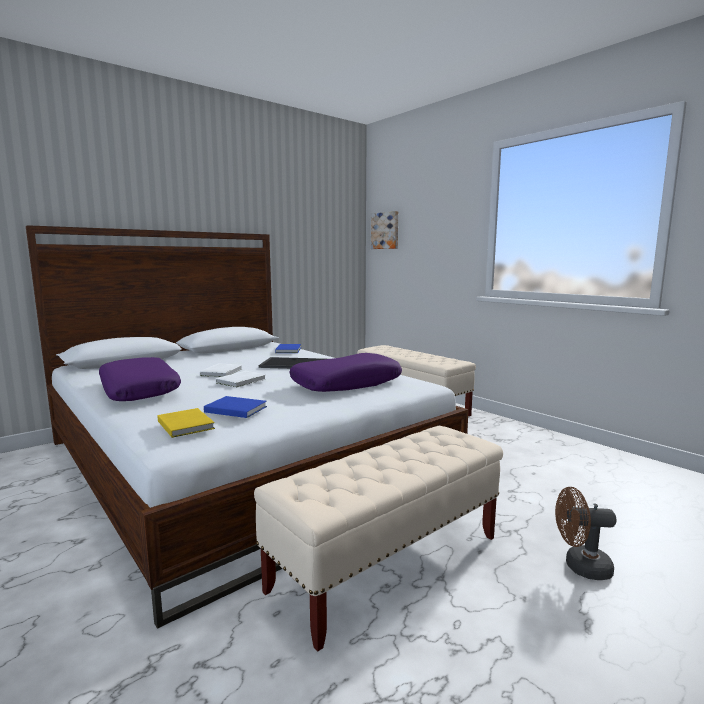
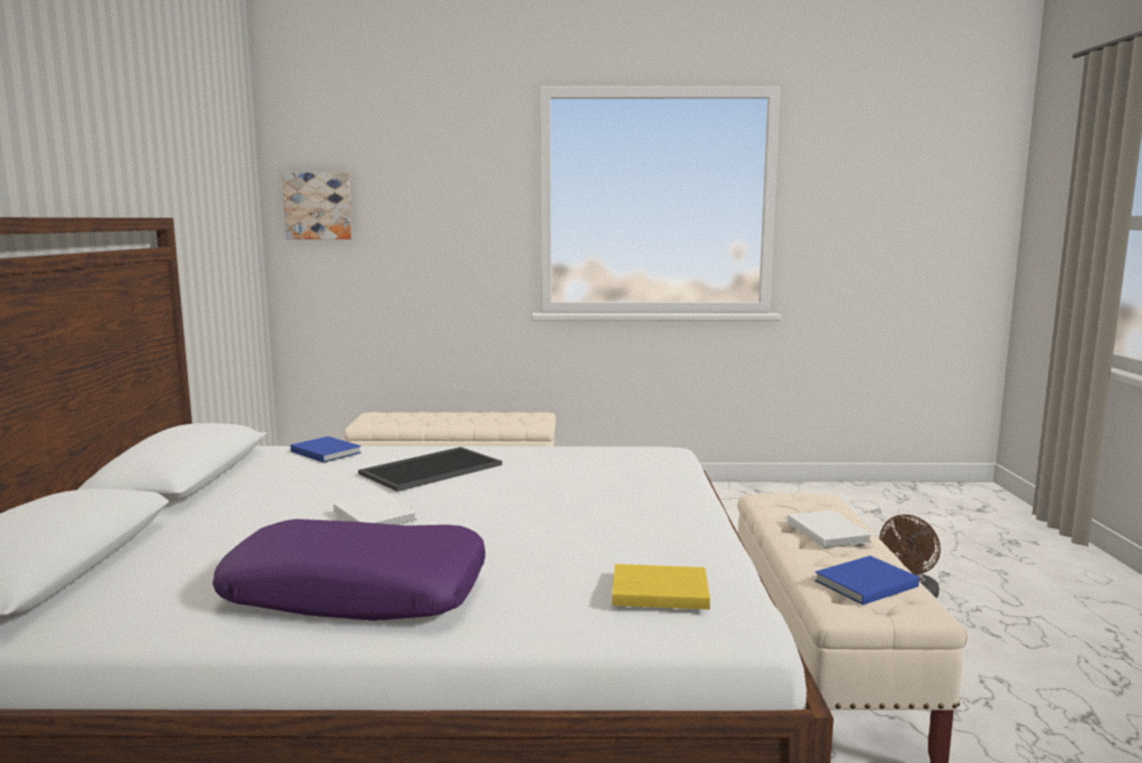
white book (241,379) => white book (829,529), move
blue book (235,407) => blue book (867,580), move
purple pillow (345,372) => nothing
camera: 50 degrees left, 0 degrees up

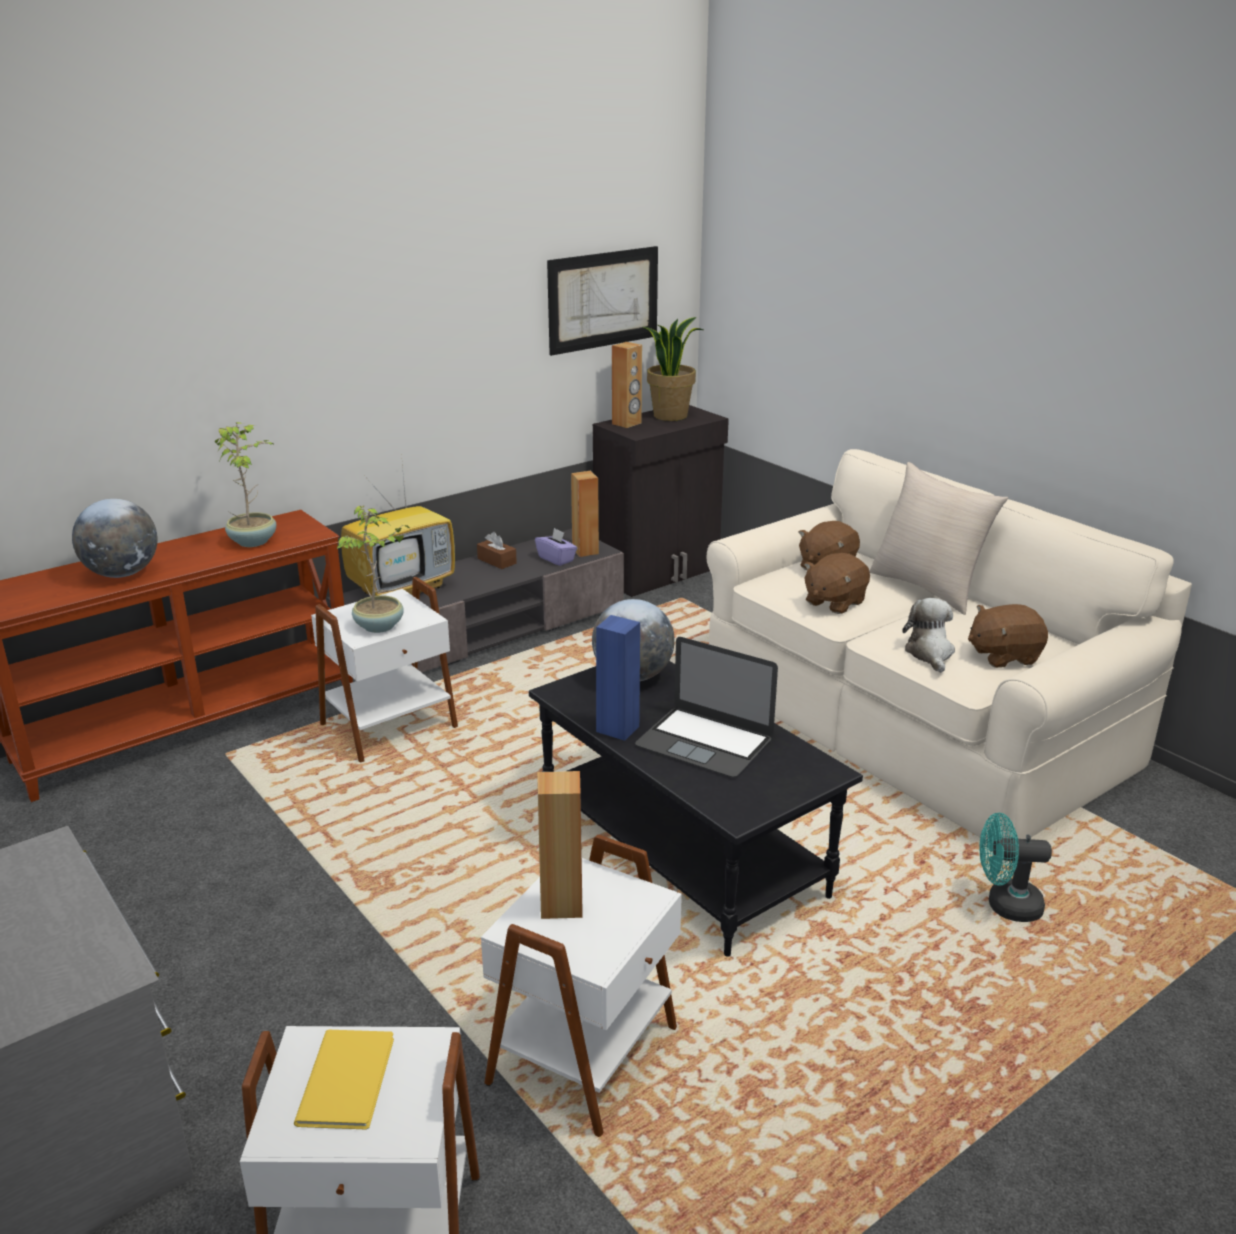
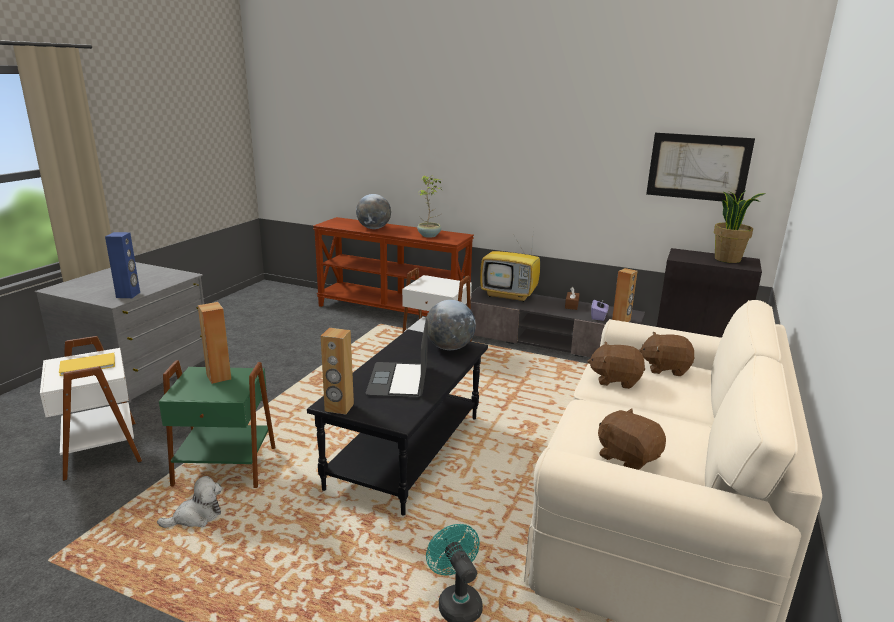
blue speaker (618,678) => blue speaker (122,265), move
plush toy (928,635) => plush toy (189,502), move
white side table (581,986) => green side table (217,424)
brown speaker (627,385) => brown speaker (337,371), move
potted plant (373,569) => nothing
beige pillow (938,538) => nothing
camera: 60 degrees right, 5 degrees down

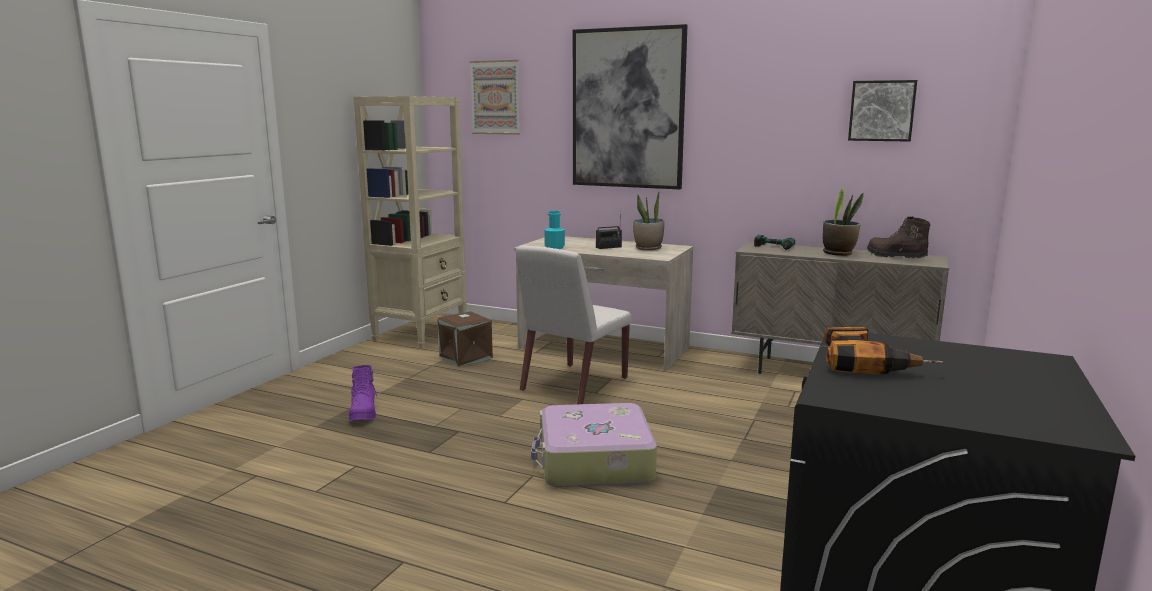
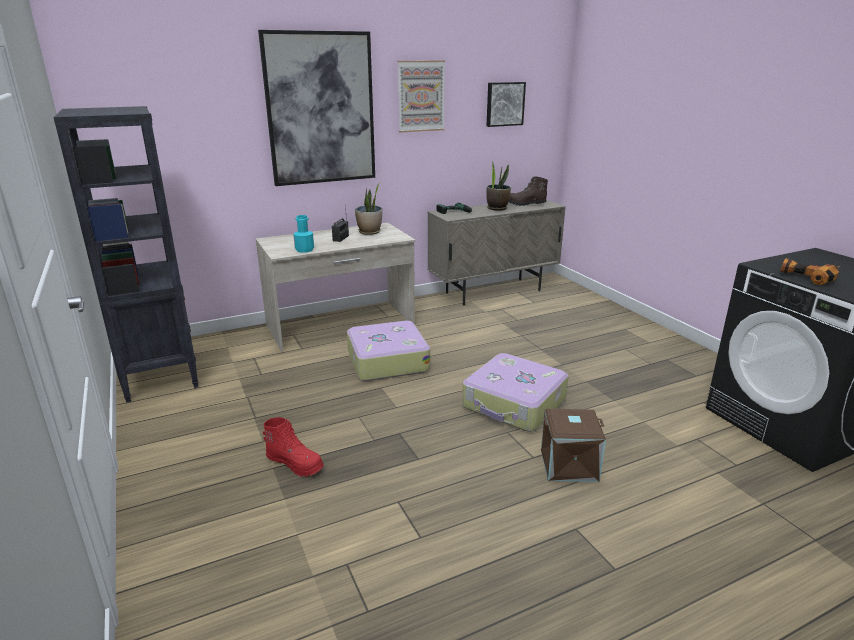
beige bookcase (410,222) => black bookcase (126,254)
purple boot (363,393) => red boot (293,447)
white chair (574,325) => suitcase (388,351)
picture (495,97) => picture (421,97), move
brown storage box (465,338) => brown storage box (573,445), move
camera: 50 degrees left, 10 degrees up

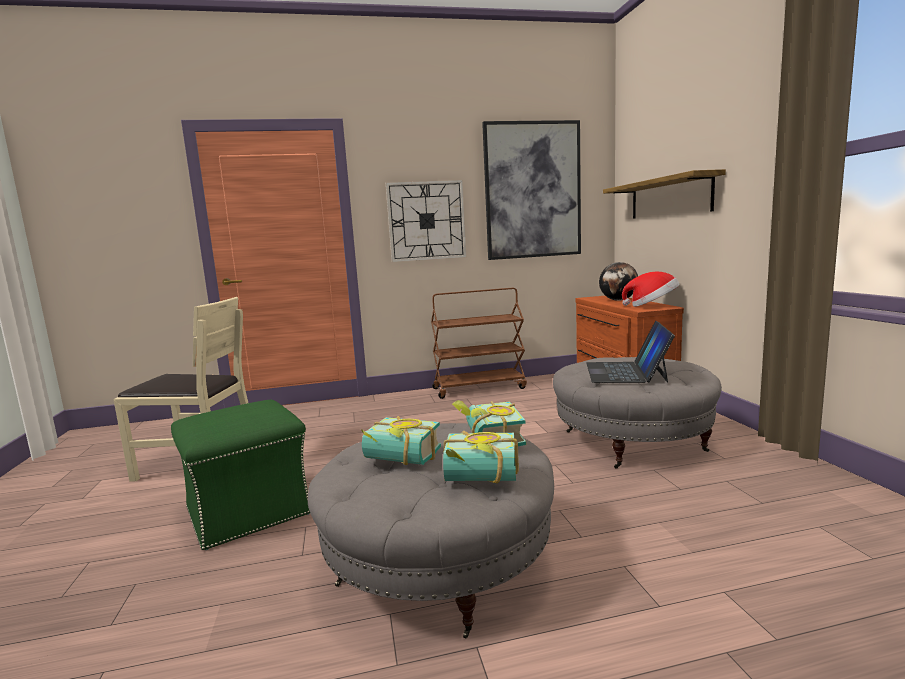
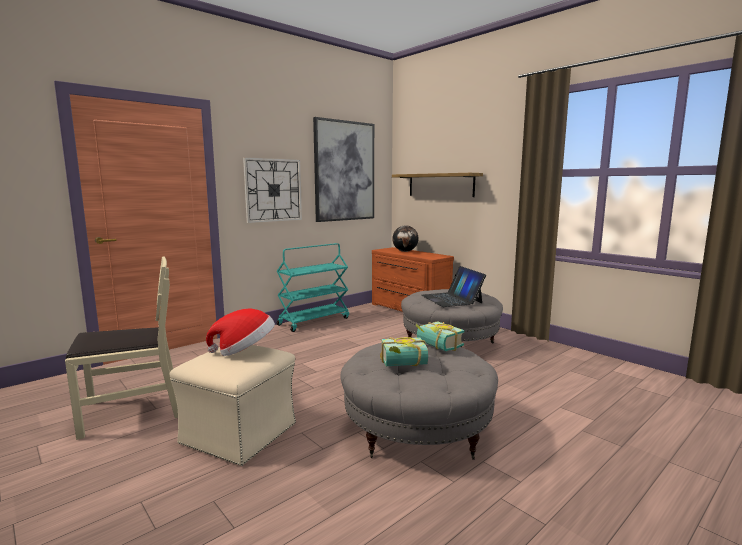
green ottoman (240,475) => beige ottoman (233,405)
hat (650,289) => hat (240,332), move
brown cart (479,343) => turquoise cart (313,287)
book (481,457) => nothing
camera: 30 degrees left, 0 degrees up

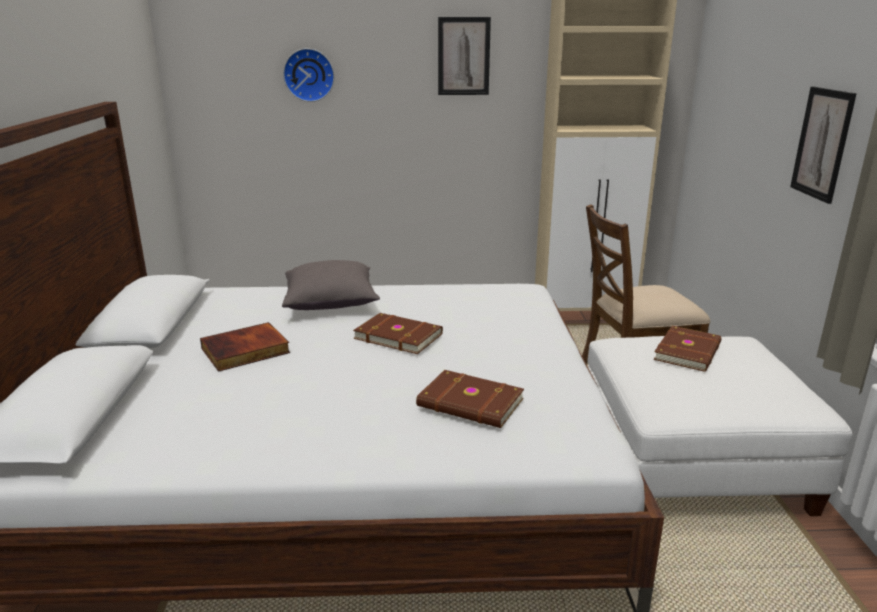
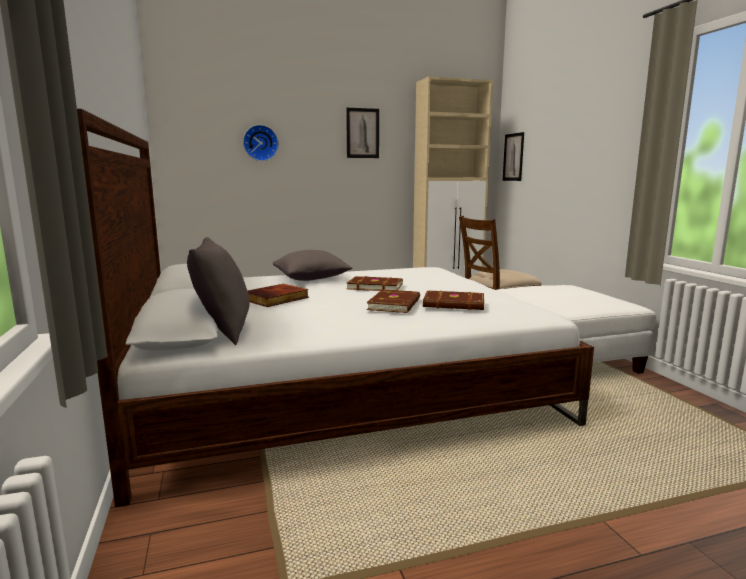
nothing => grey pillow (218,291)
brown book (687,349) => brown book (393,301), move
picture (823,145) => picture (513,156), move
camera: 15 degrees left, 10 degrees down

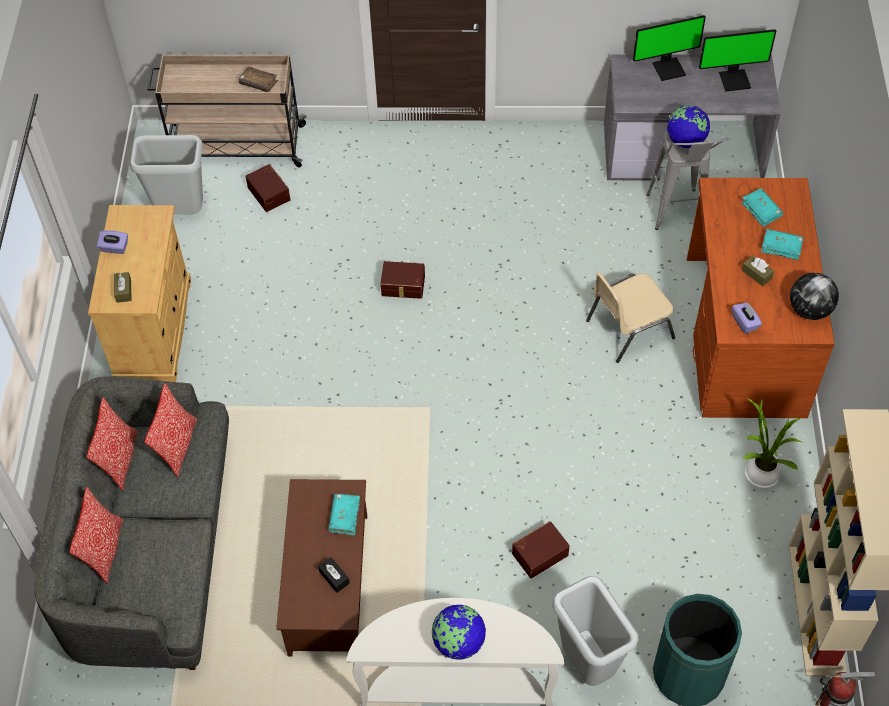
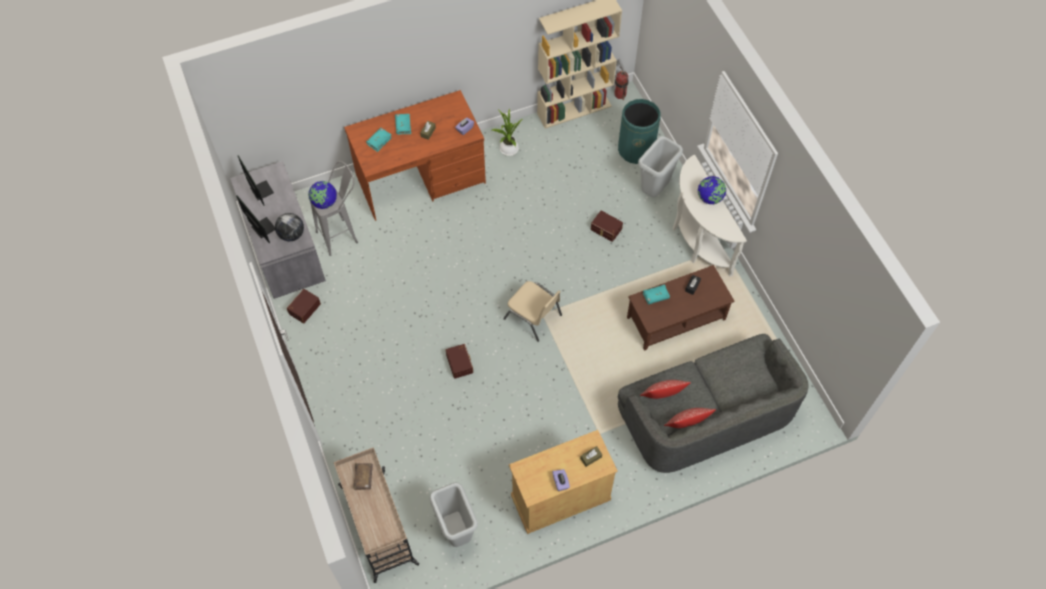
globe (814,296) => globe (289,227), move
brown storage box (268,188) => brown storage box (304,306), move
beige chair (630,317) => beige chair (533,311), move
pillow (96,535) => nothing
camera: 115 degrees left, 5 degrees up

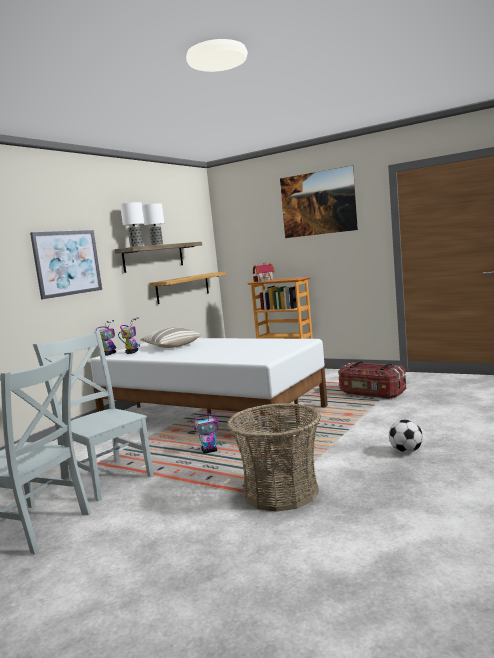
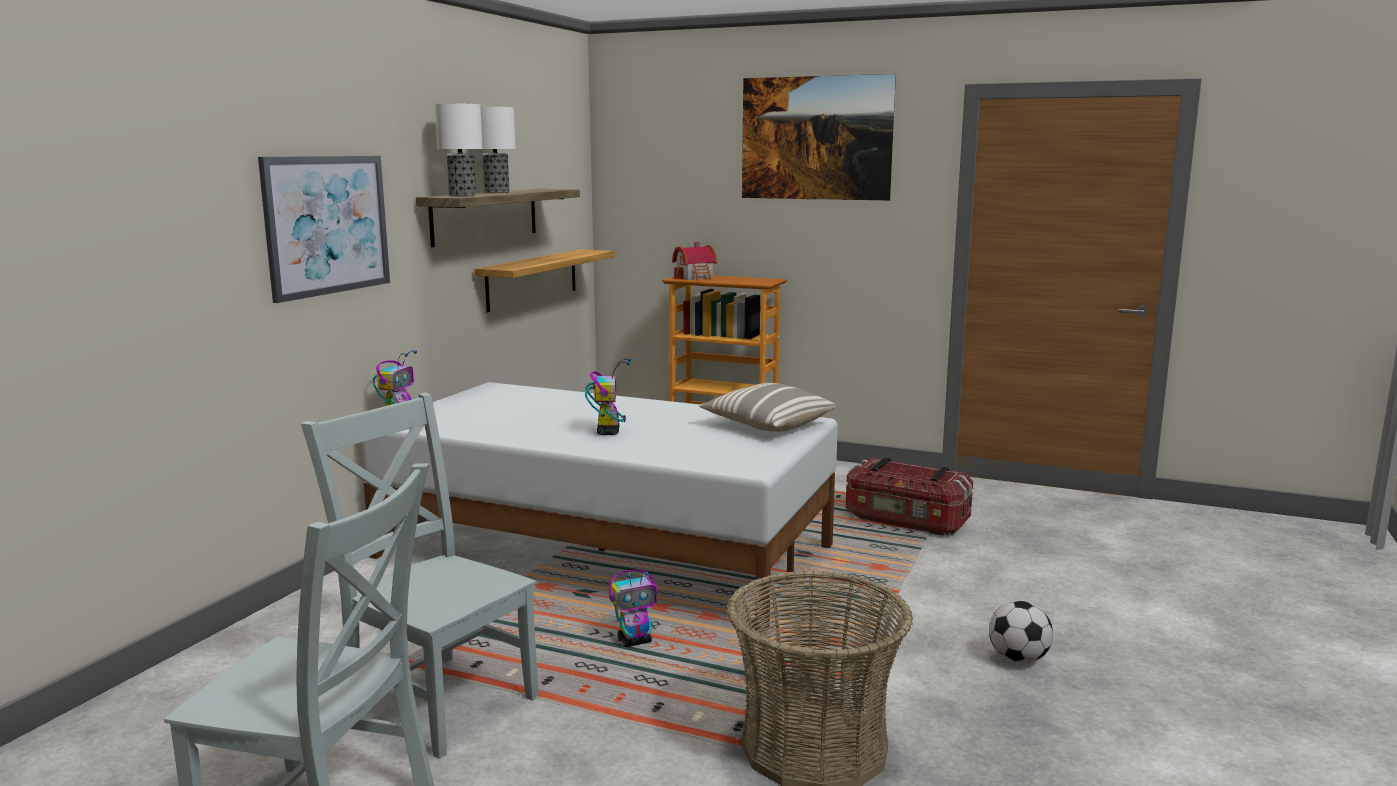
toy robot (129,336) => toy robot (608,396), move
pillow (171,337) => pillow (767,407), move
camera: 10 degrees left, 5 degrees up

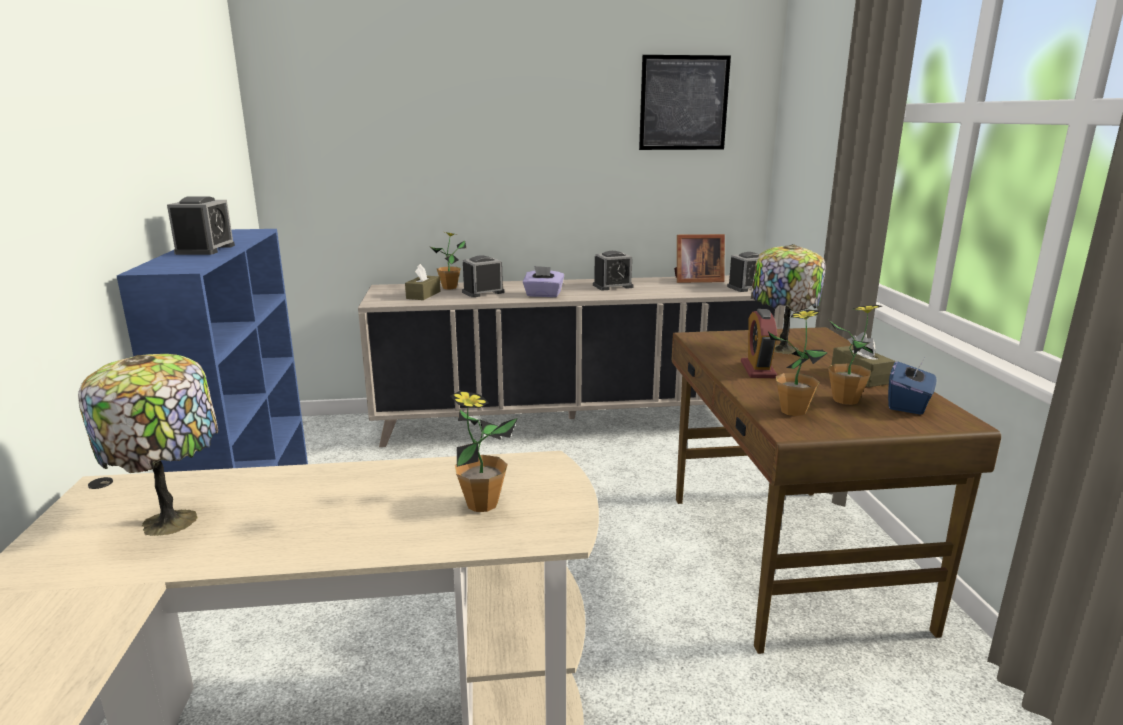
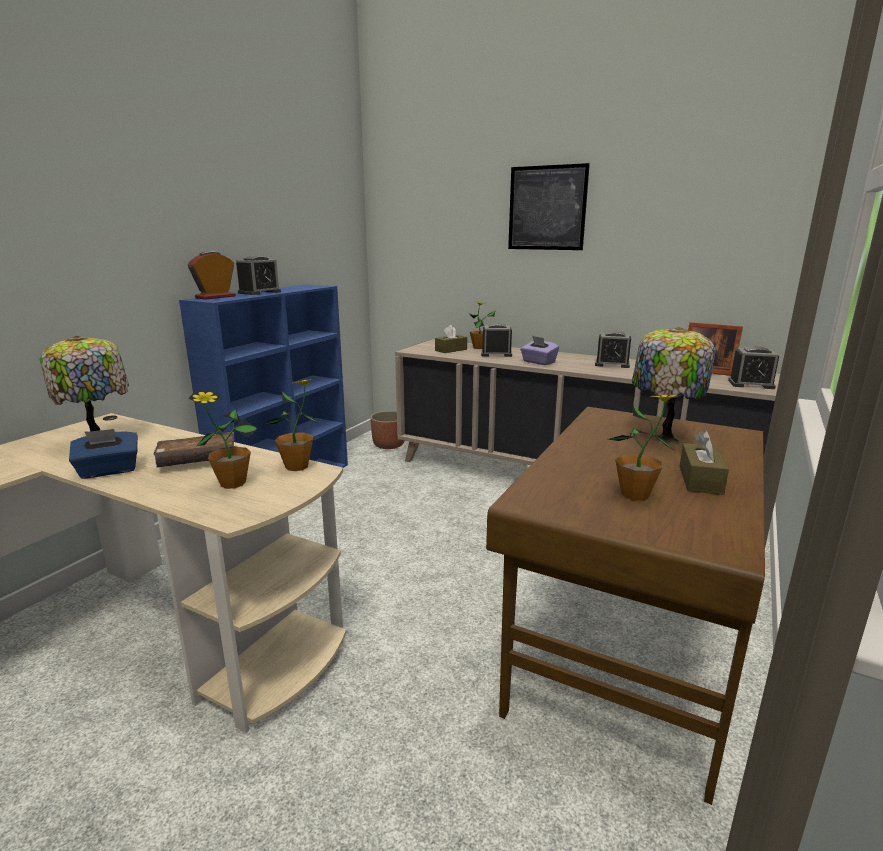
blue tissue box (912,387) => blue tissue box (103,454), move
nothing => brown book (195,450)
alarm clock (759,343) => alarm clock (212,275), move
potted plant (798,362) => potted plant (292,424), move
nothing => planter (387,430)
picture (685,102) => picture (549,206), move
camera: 35 degrees right, 0 degrees up

